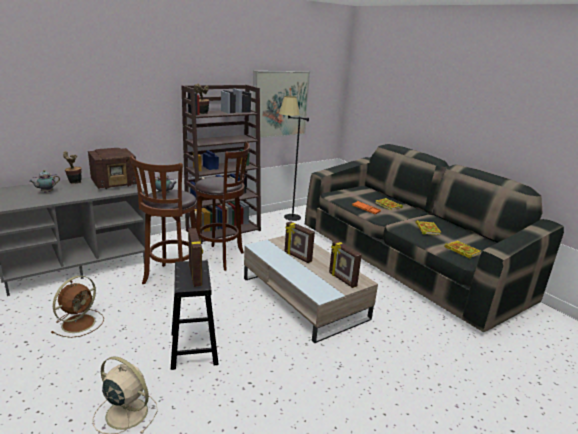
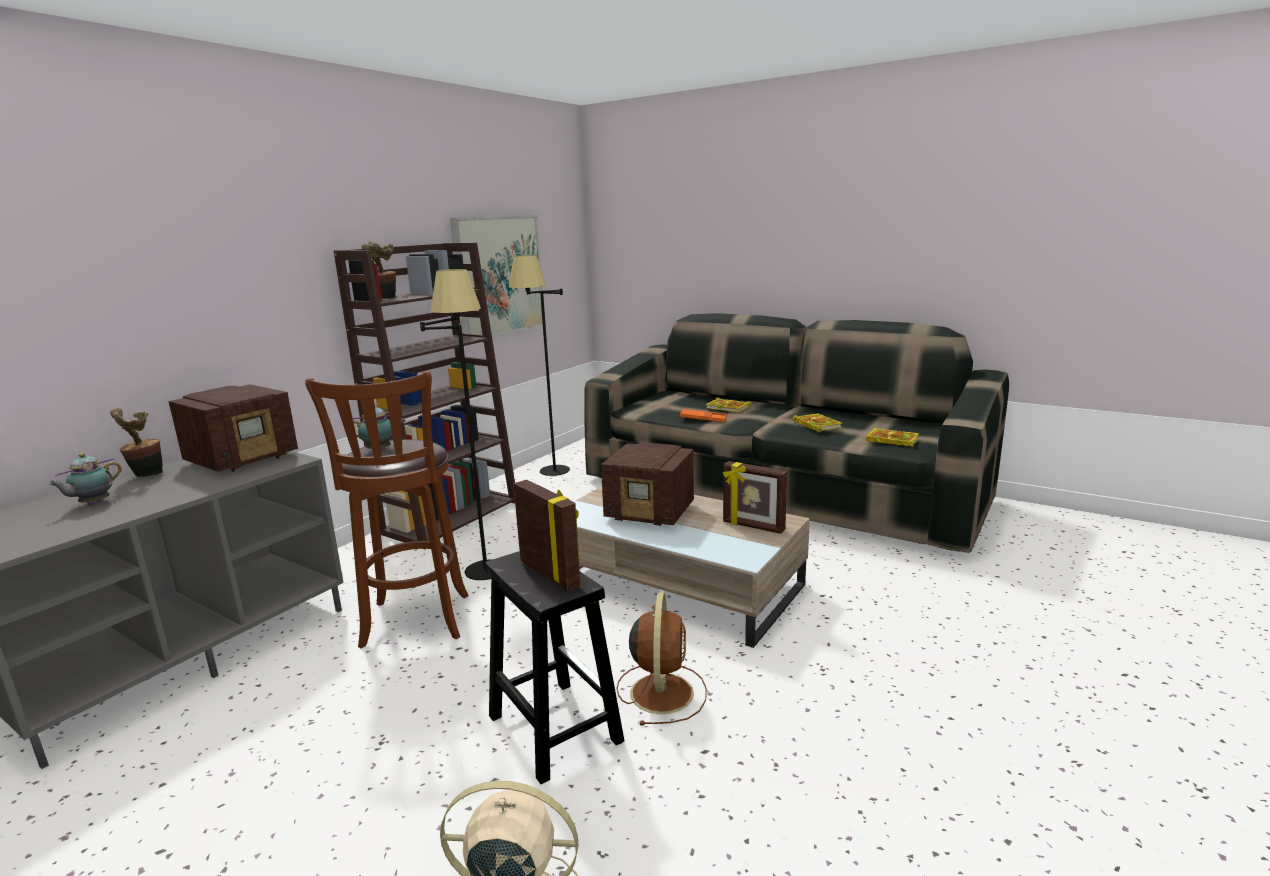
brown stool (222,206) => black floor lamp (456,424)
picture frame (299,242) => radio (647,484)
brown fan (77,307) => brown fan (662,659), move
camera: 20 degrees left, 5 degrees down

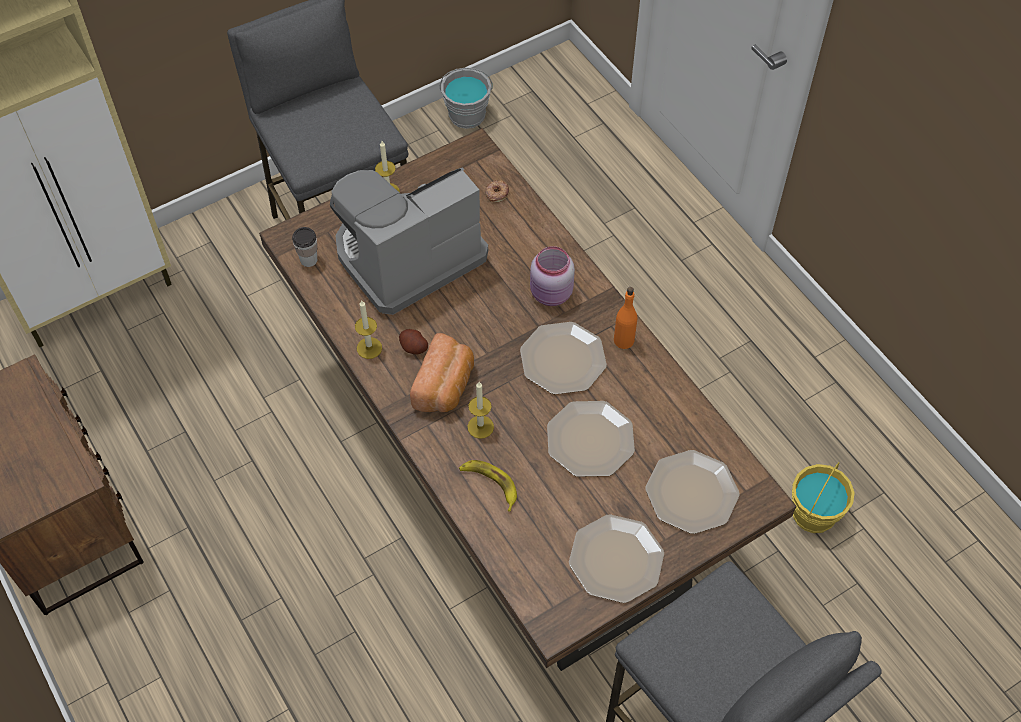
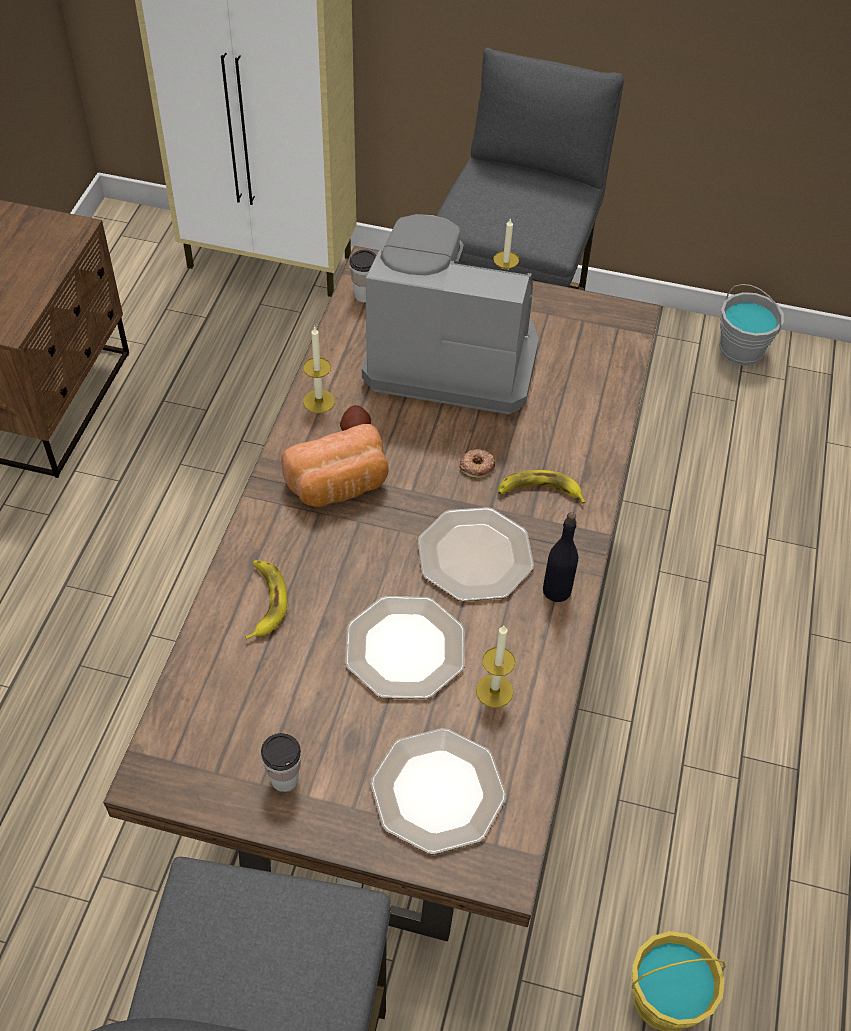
plate (616,558) => cup (281,762)
donut (497,191) => donut (477,463), move
candle (480,410) => candle (496,667), move
pink jar (552,276) => banana (542,487)
orange bottle (625,318) => black bottle (560,557)
camera: 45 degrees right, 5 degrees down

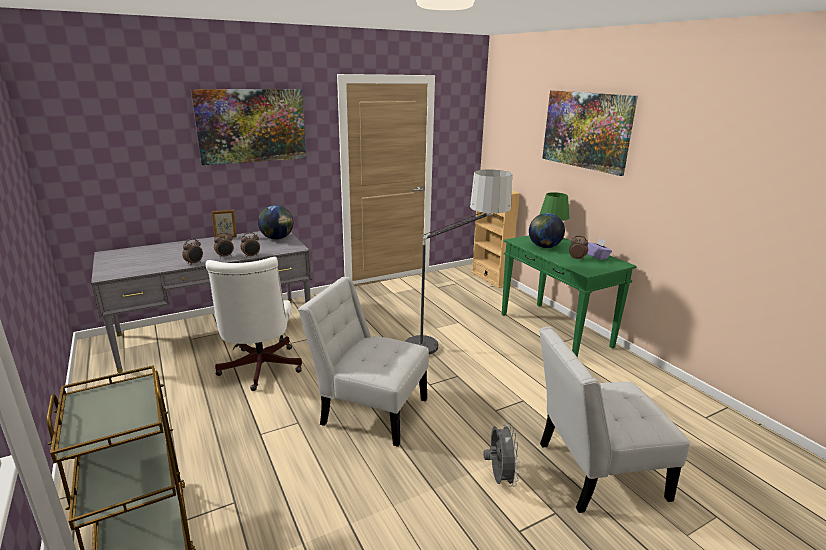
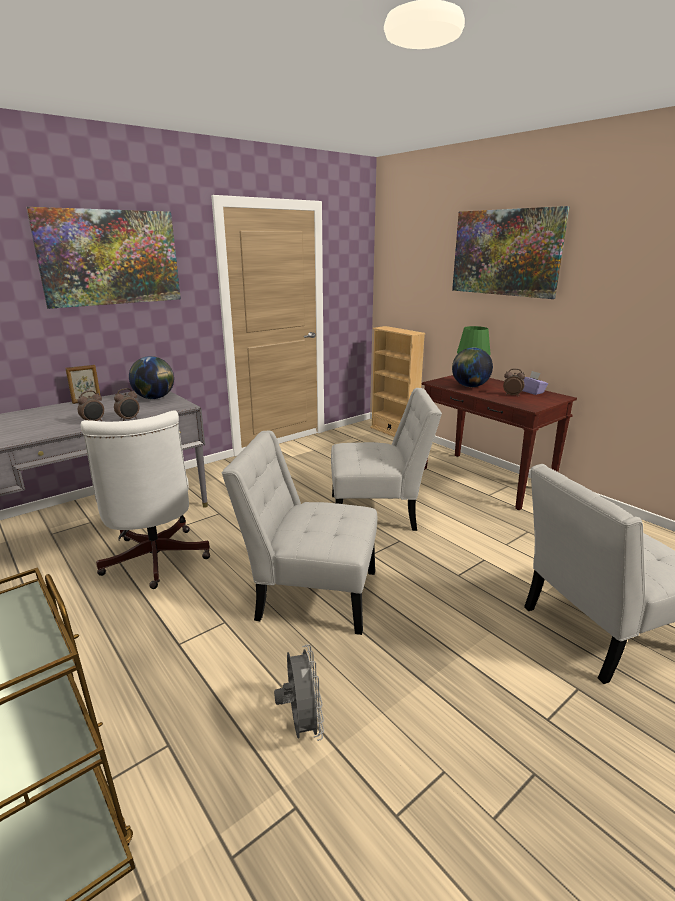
grey fan (501,454) => grey fan (299,692), move
floor lamp (458,262) => white chair (386,459)
green console table (569,296) => brown console table (499,442)
alarm clock (192,252) => nothing
camera: 10 degrees left, 0 degrees up

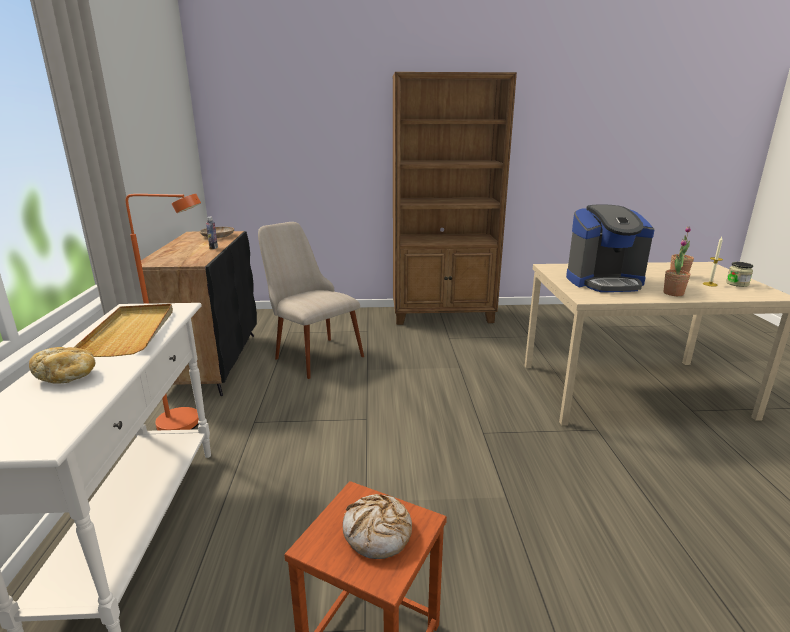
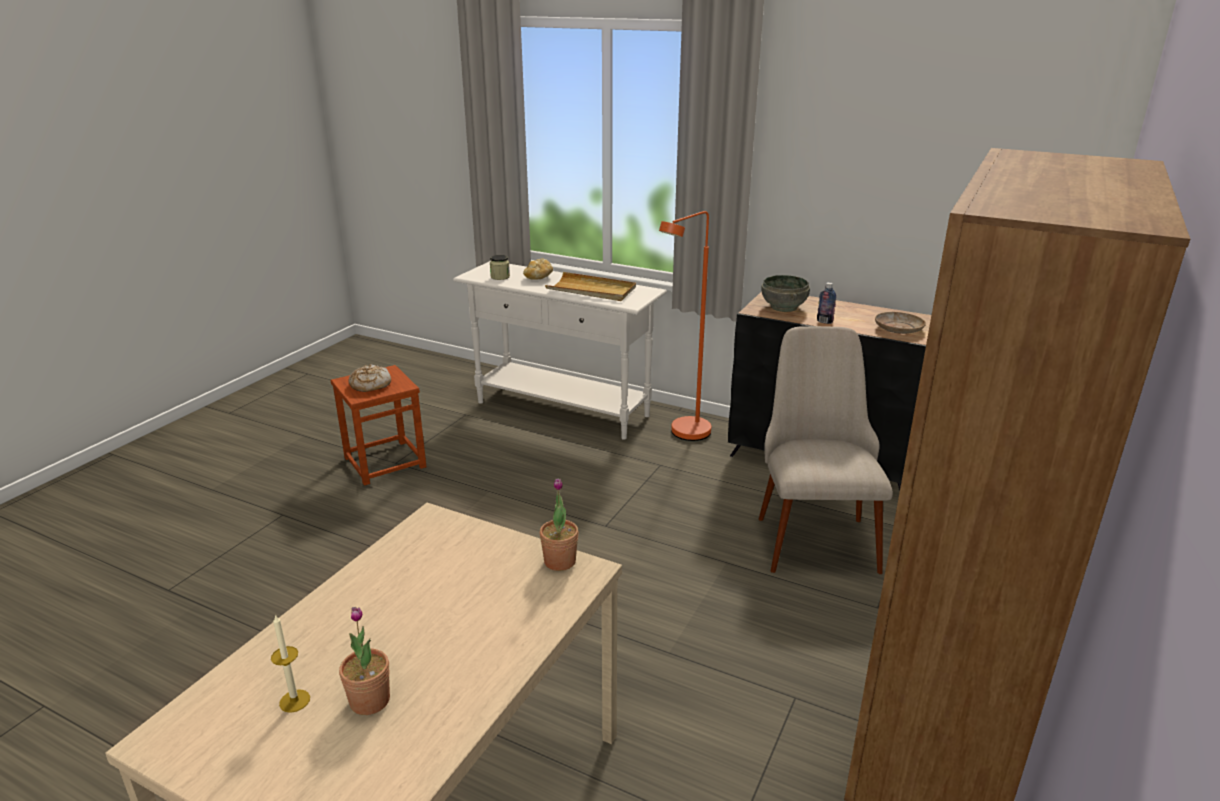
jar (739,274) => jar (500,267), move
potted plant (677,267) => potted plant (559,524), move
beige chair (311,300) => beige chair (826,450), 75 degrees counterclockwise
nothing => grey bowl (786,293)
coffee machine (610,248) => nothing
camera: 120 degrees right, 5 degrees up

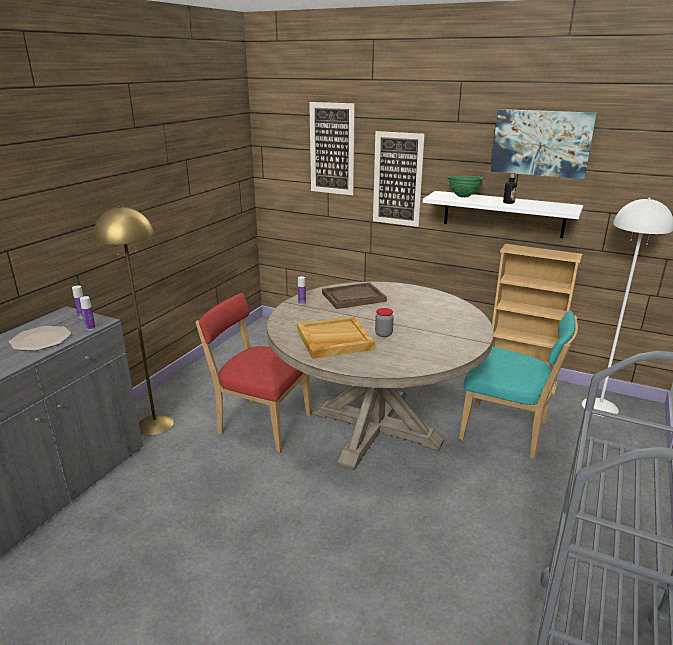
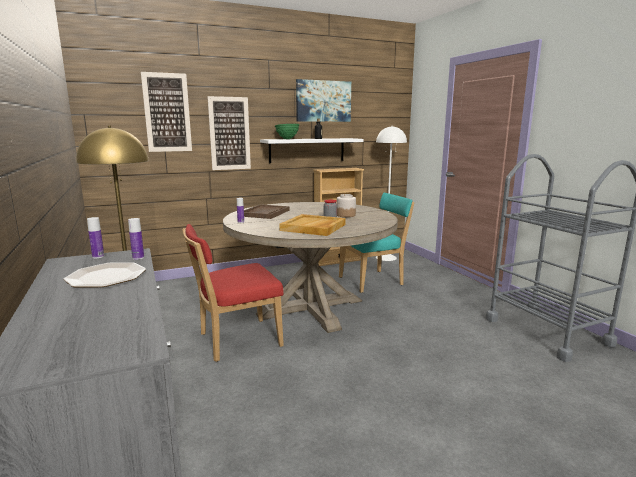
nothing => jar (346,205)
camera: 50 degrees left, 10 degrees down

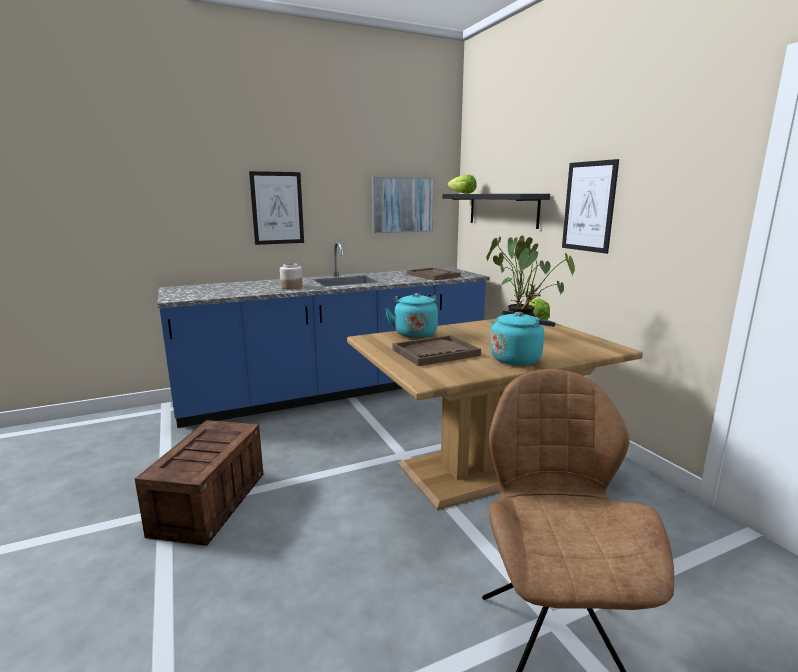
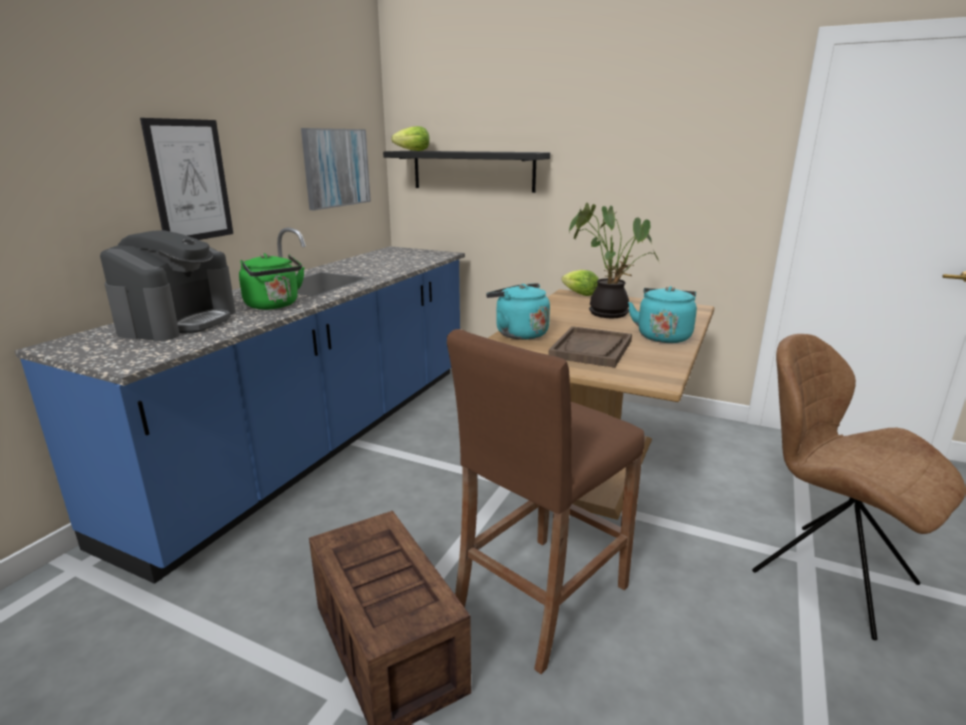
nothing => coffee machine (168,285)
jar (291,276) => green kettle (272,281)
nothing => brown stool (545,501)
brown tray (434,274) => nothing
picture (590,206) => nothing
camera: 40 degrees left, 5 degrees up

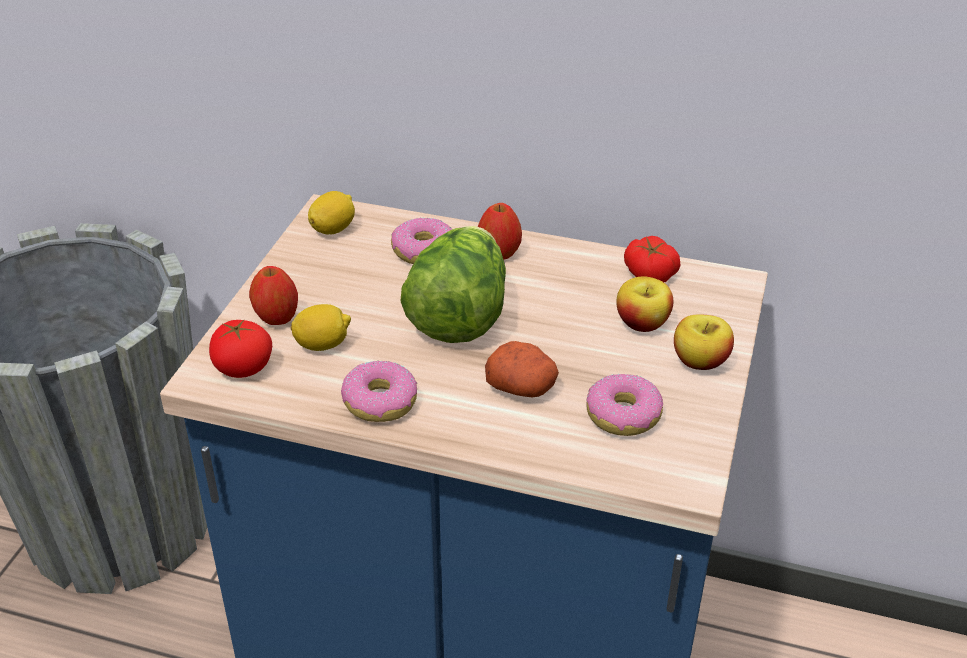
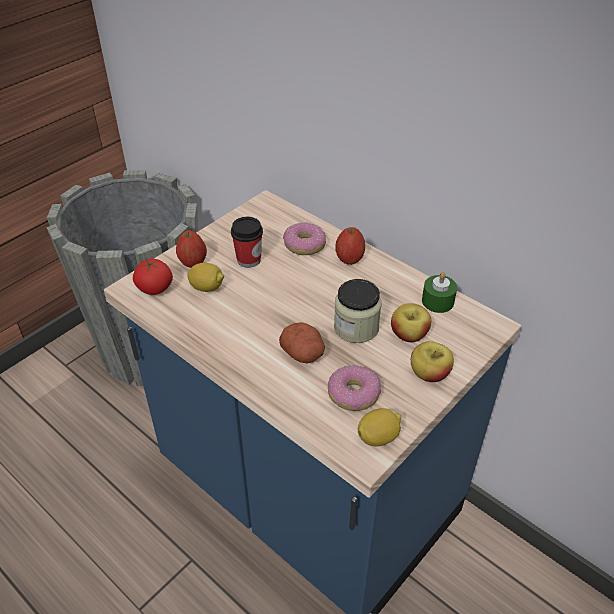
nothing => cup (247,242)
nothing => jar (358,311)
lemon (331,212) => lemon (379,427), move
tomato (652,259) => green candle (439,292)
donut (379,391) => nothing
lettuce (453,284) => nothing
camera: 25 degrees right, 5 degrees up

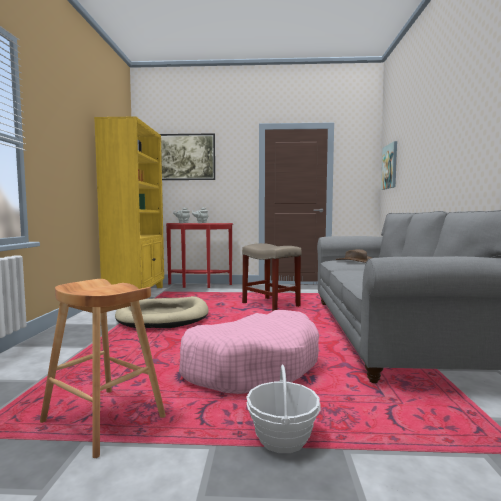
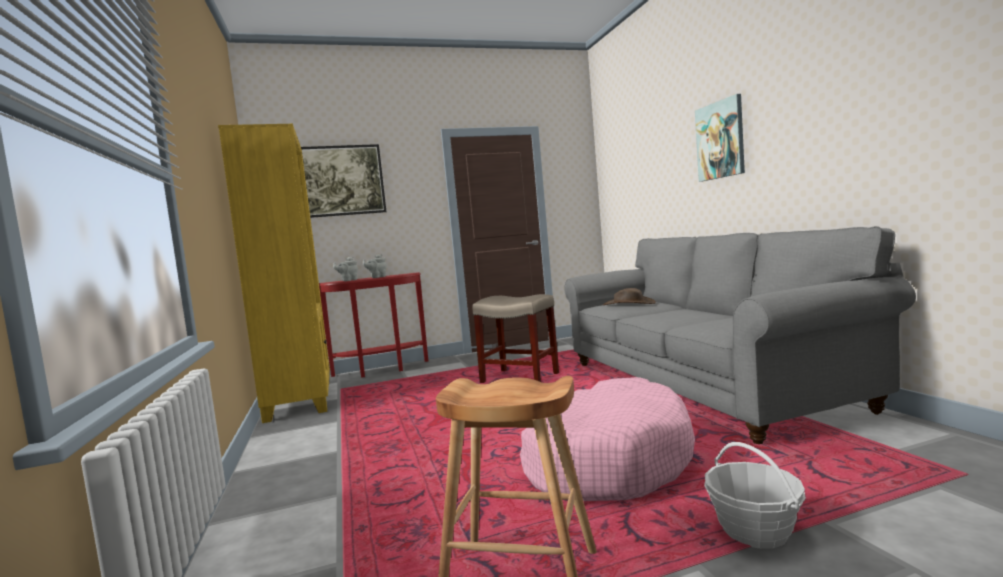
picture (389,165) => picture (720,138), move
beige dog bed (162,312) => nothing
camera: 20 degrees left, 0 degrees up

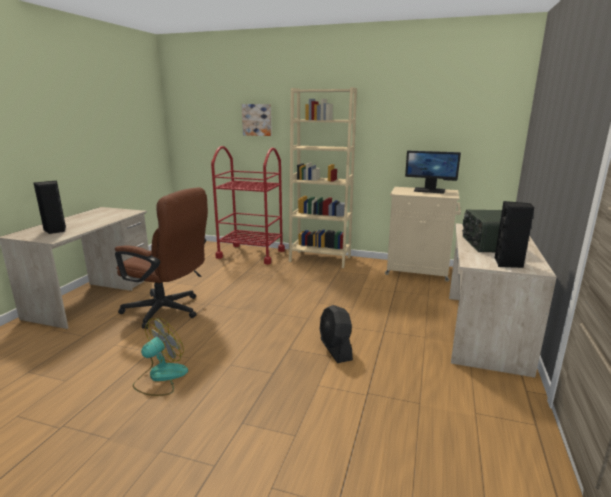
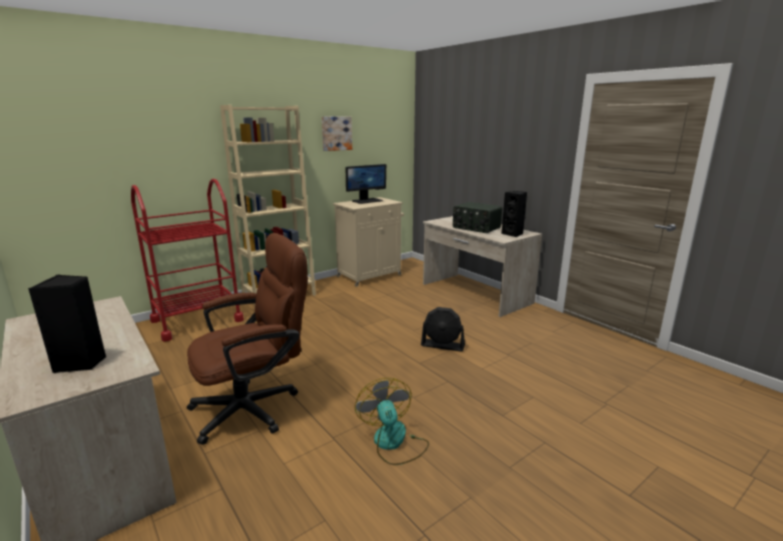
picture (256,120) => picture (337,134), move
camera: 55 degrees left, 0 degrees up

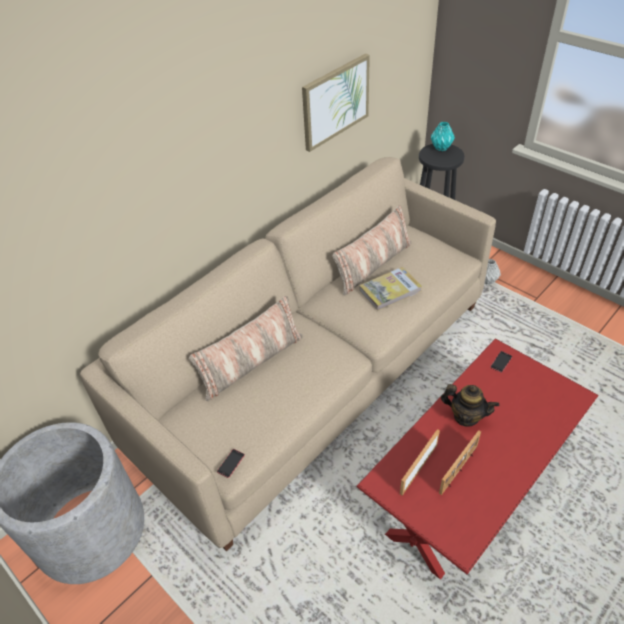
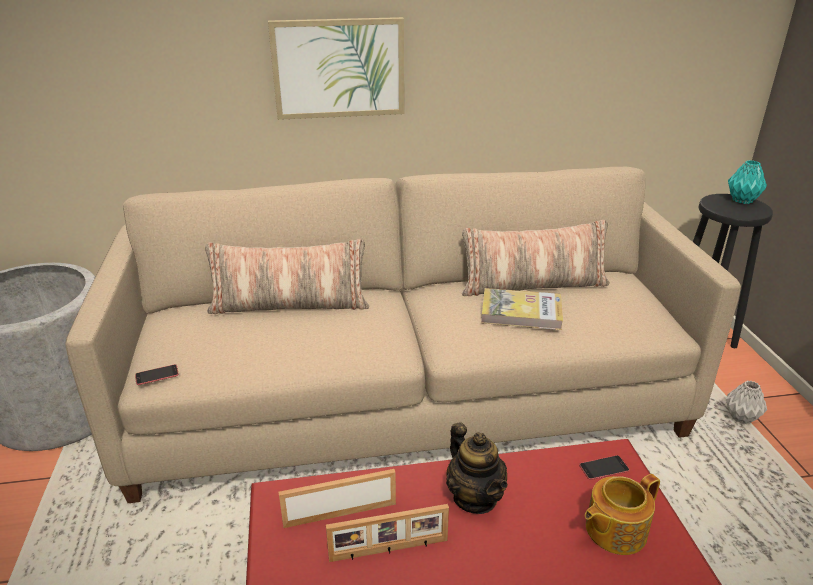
picture (336,102) => picture (336,68), move
nothing => teapot (622,514)
camera: 35 degrees right, 15 degrees down

